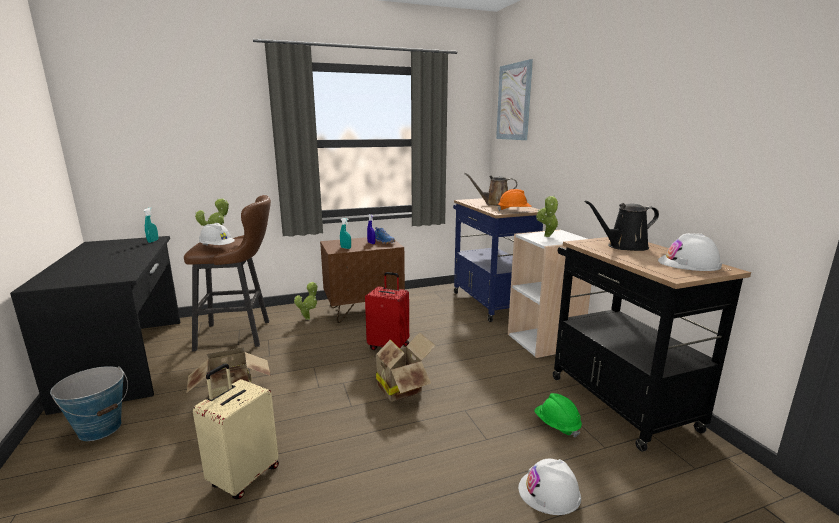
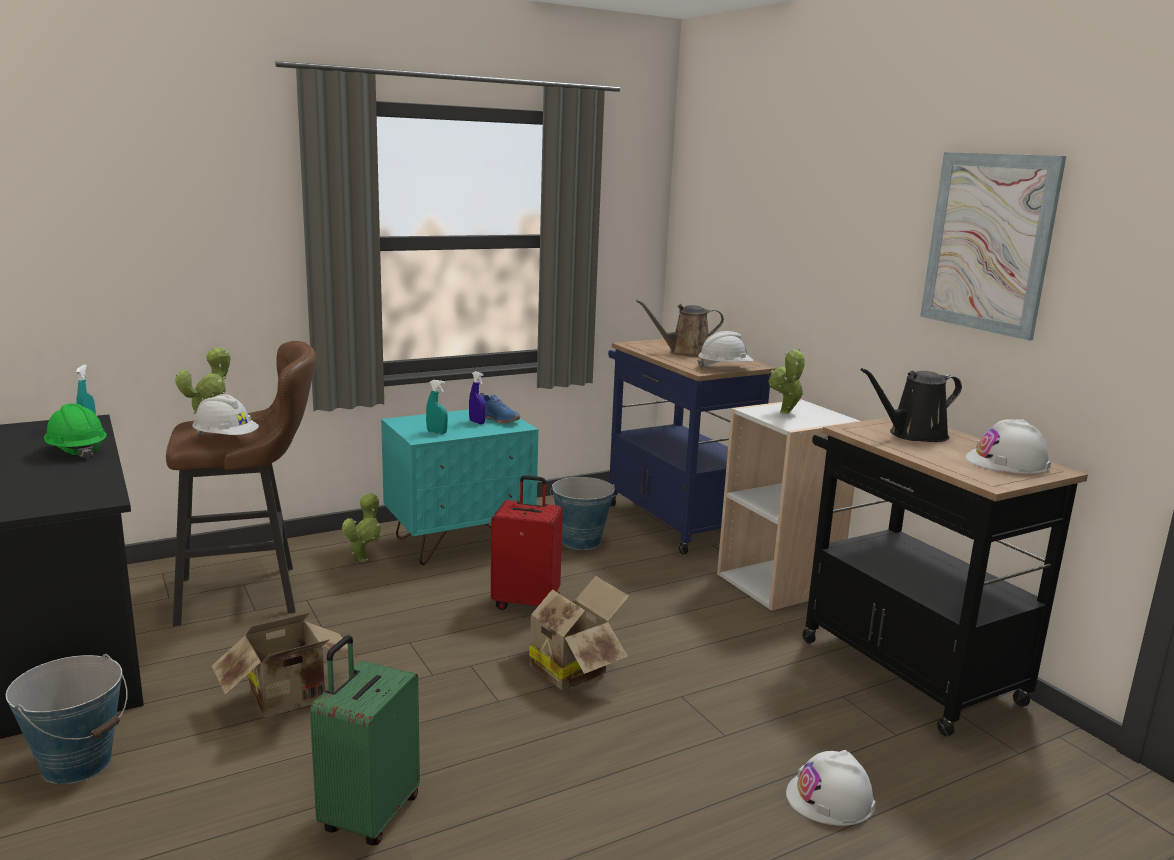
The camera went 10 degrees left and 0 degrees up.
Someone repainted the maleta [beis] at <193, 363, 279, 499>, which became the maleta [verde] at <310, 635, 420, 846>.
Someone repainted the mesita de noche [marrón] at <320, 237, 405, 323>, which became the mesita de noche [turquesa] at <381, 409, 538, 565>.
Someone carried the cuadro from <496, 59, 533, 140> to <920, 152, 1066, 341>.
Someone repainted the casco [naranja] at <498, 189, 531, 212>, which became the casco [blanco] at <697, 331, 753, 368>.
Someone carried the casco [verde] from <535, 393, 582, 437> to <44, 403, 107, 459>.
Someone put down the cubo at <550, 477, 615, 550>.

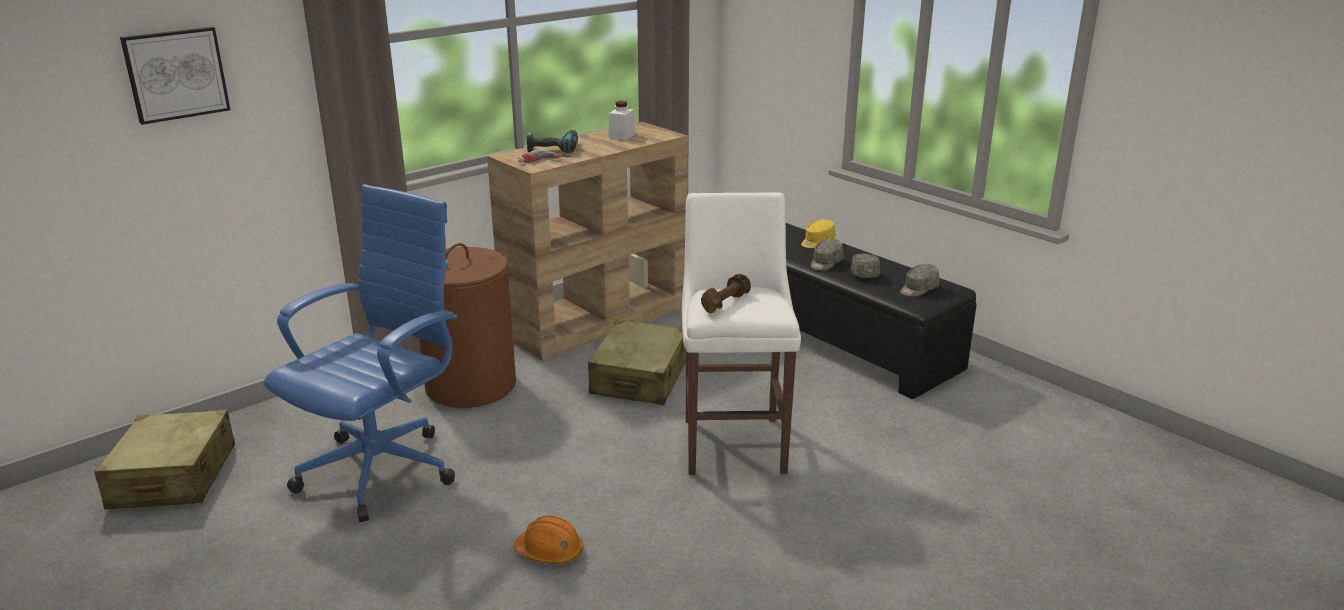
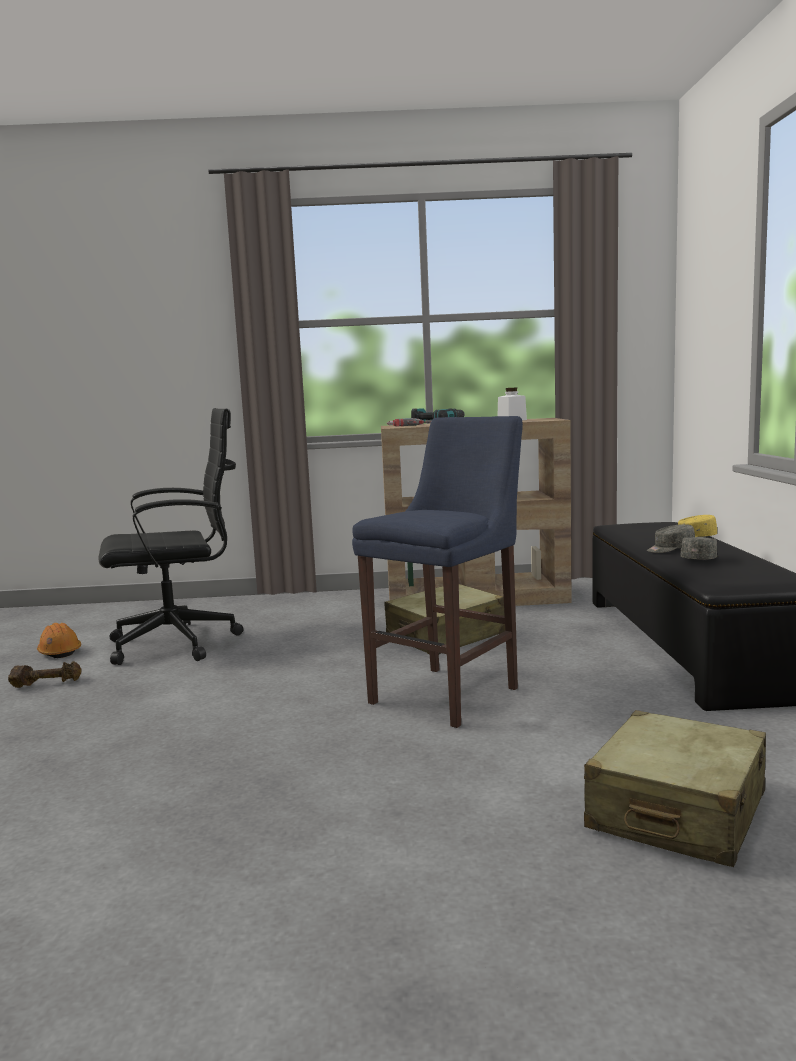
The camera went 40 degrees right and 15 degrees down.
Someone carried the maleta [beis] from <94, 410, 235, 509> to <584, 710, 766, 867>.
Someone took away the cuadro at <120, 27, 230, 125>.
Someone repainted the silla de oficina [azul] at <264, 184, 457, 522>, which became the silla de oficina [negro] at <99, 408, 243, 665>.
Someone took away the cesto de la ropa [marrón] at <419, 243, 516, 408>.
Someone carried the casco [naranja] from <514, 515, 583, 564> to <37, 623, 81, 658>.
Someone repainted the taburete [blanco] at <682, 192, 801, 475>, which became the taburete [azul] at <352, 416, 523, 728>.
Someone carried the mancuerna [marrón] from <701, 274, 751, 313> to <8, 661, 82, 688>.
Someone took away the gorra [gris] at <900, 264, 940, 297>.

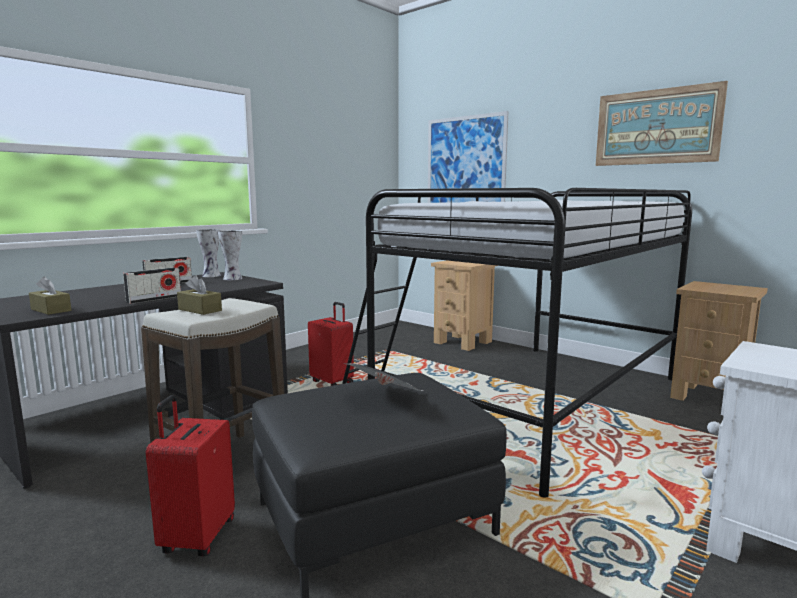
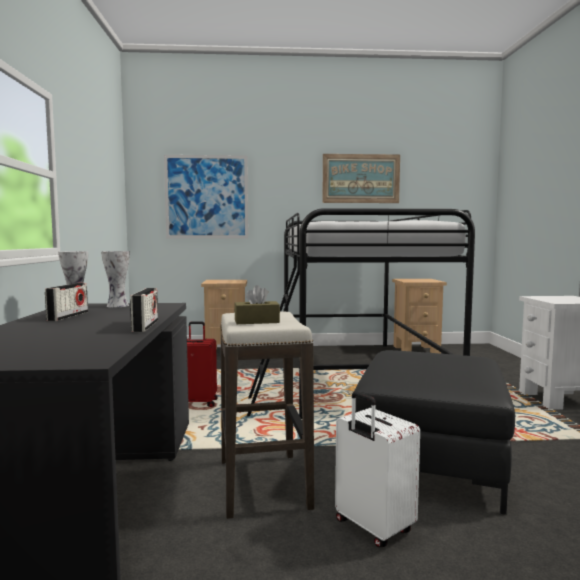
The camera went 45 degrees left and 5 degrees down.
Someone took away the caja de pañuelos [marrón] at <29, 276, 71, 315>.
Someone repainted the maleta [rojo] at <146, 395, 235, 556>, which became the maleta [blanco] at <335, 391, 420, 547>.
Someone took away the periódico at <347, 363, 424, 391>.

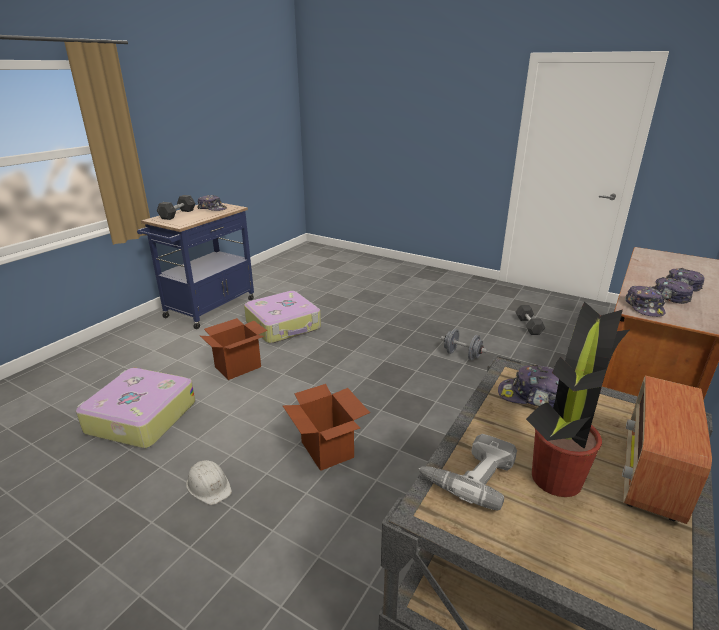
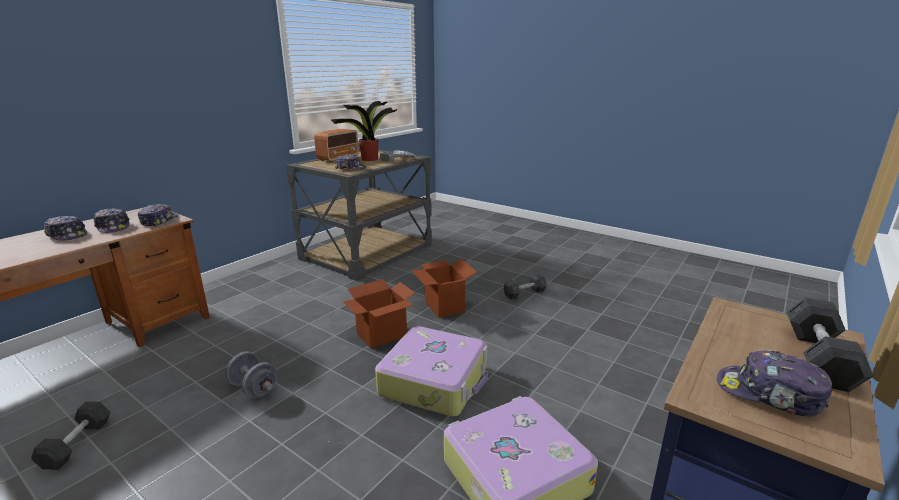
The camera went 175 degrees left and 5 degrees down.
Someone carried the maleta from <76, 368, 195, 448> to <375, 326, 488, 416>.
Someone swapped the casco [blanco] at <186, 460, 232, 505> for the mancuerna [gris] at <503, 274, 547, 299>.
Someone carried the caja de cartón from <200, 318, 267, 380> to <343, 279, 415, 349>.

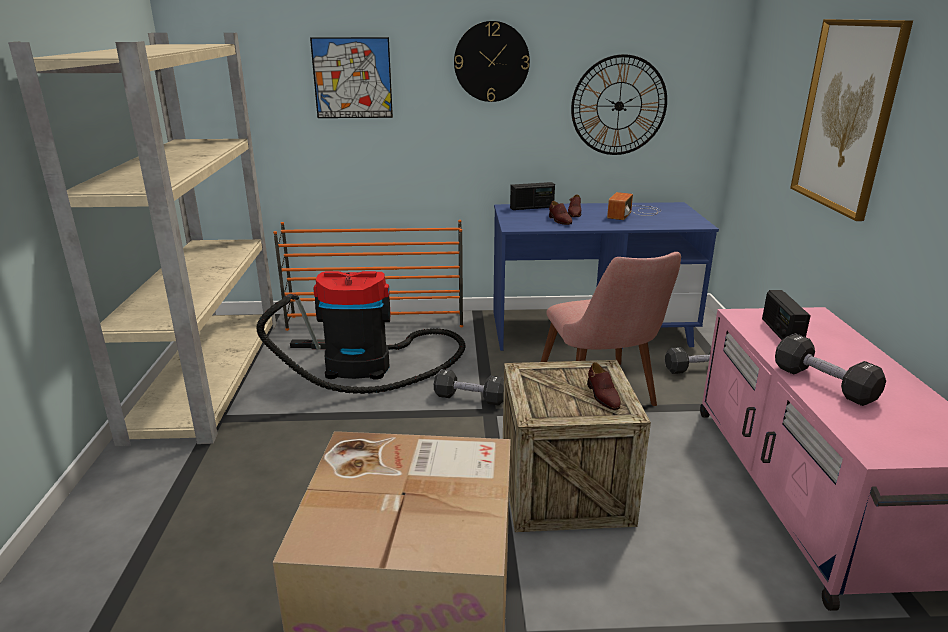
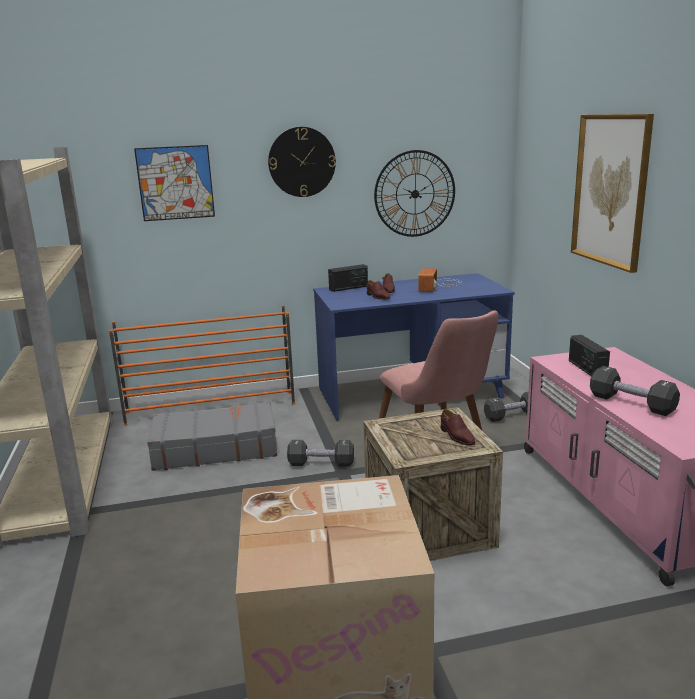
The camera went 10 degrees left and 5 degrees down.
Someone swapped the aspiradora at <257, 271, 466, 394> for the maleta [gris] at <147, 402, 277, 471>.

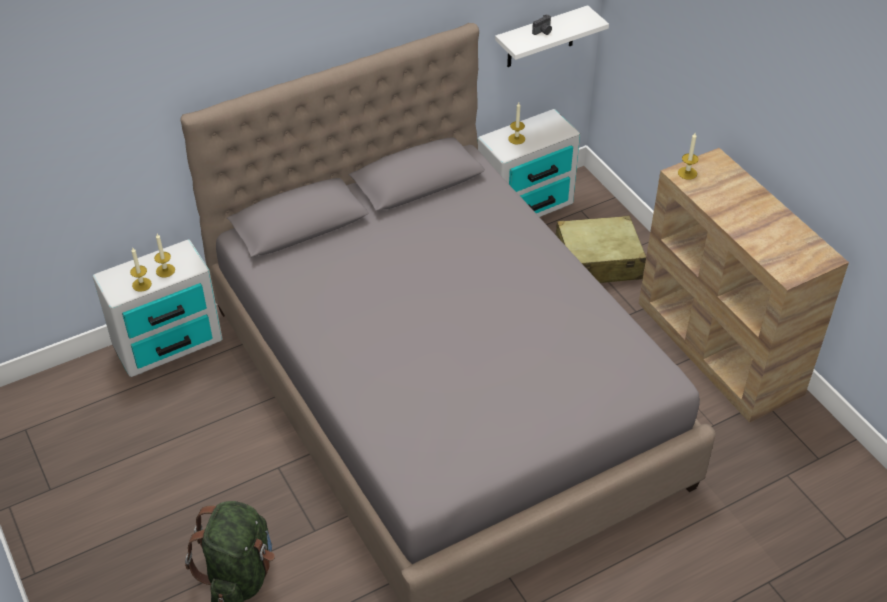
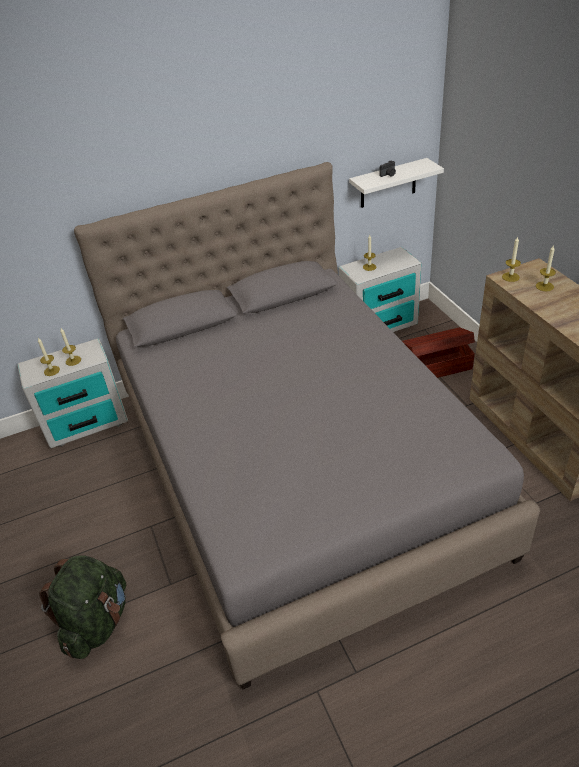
The camera went 10 degrees right and 5 degrees down.
Someone swapped the maleta [beis] at <556, 216, 646, 283> for the caja de almacenaje [marrón] at <402, 327, 475, 378>.
Someone put down the vela at <536, 246, 556, 291>.

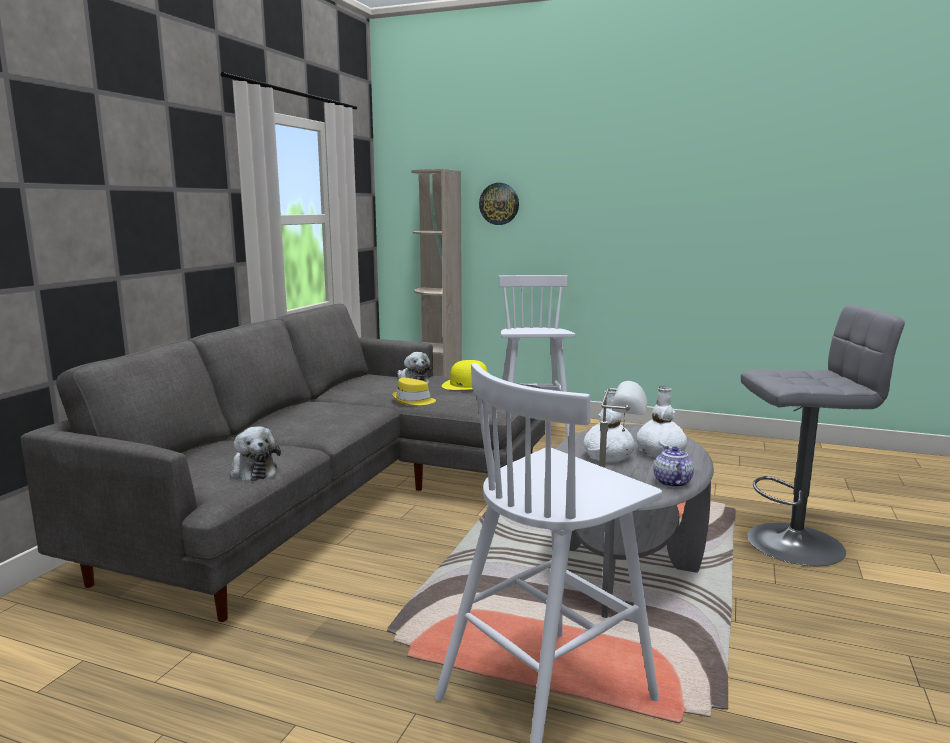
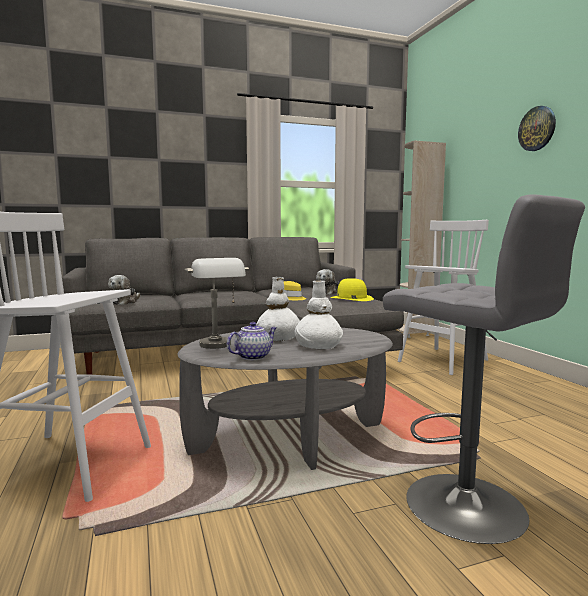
The camera went 50 degrees right and 5 degrees down.
Someone carried the reloj de pared from <479, 183, 519, 225> to <518, 106, 556, 151>.

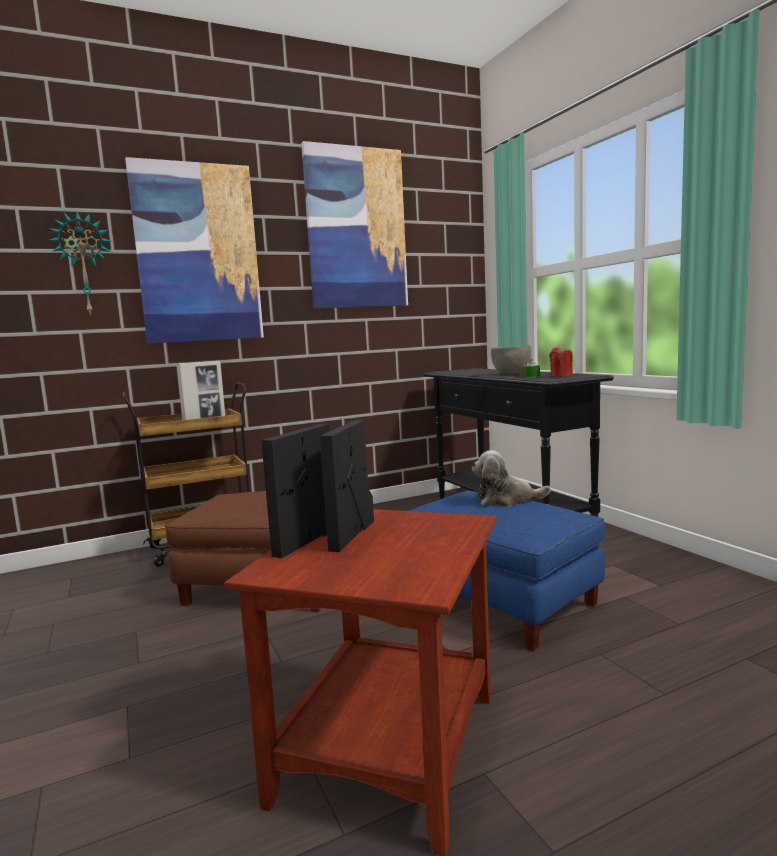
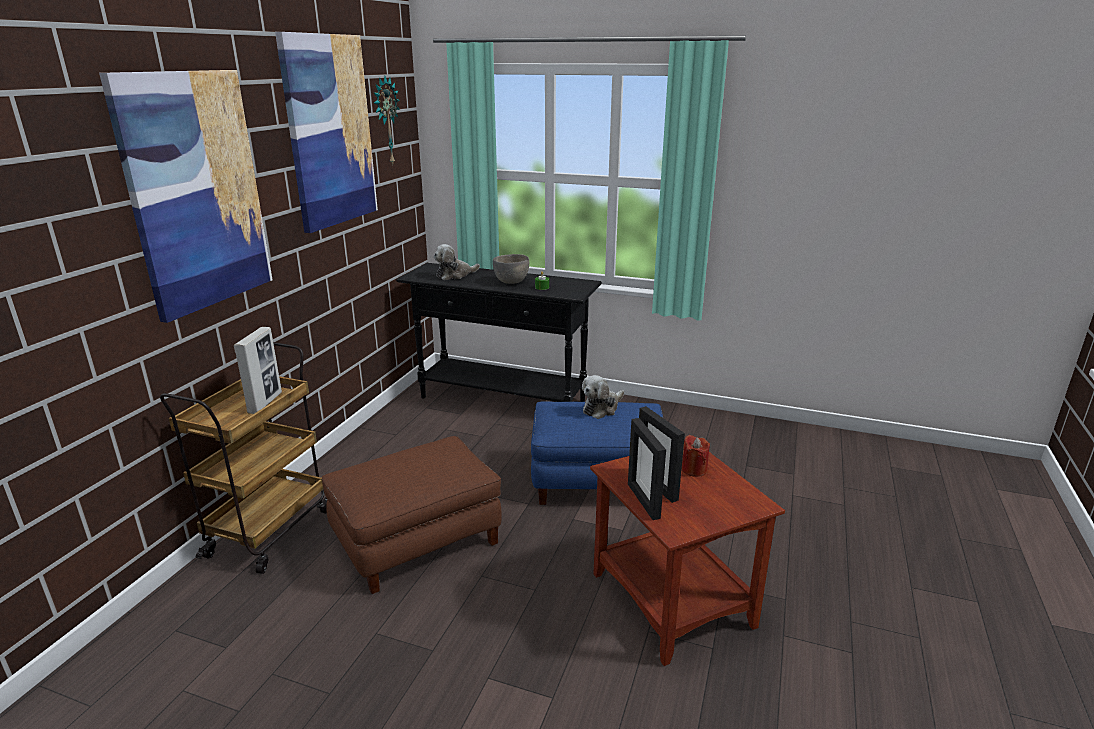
The camera went 45 degrees left and 15 degrees up.
Someone carried the reloj de pared from <49, 211, 111, 315> to <373, 76, 400, 165>.
Someone carried the vela [rojo] from <549, 346, 573, 377> to <682, 435, 710, 477>.
Someone put down the peluche at <434, 244, 480, 280>.

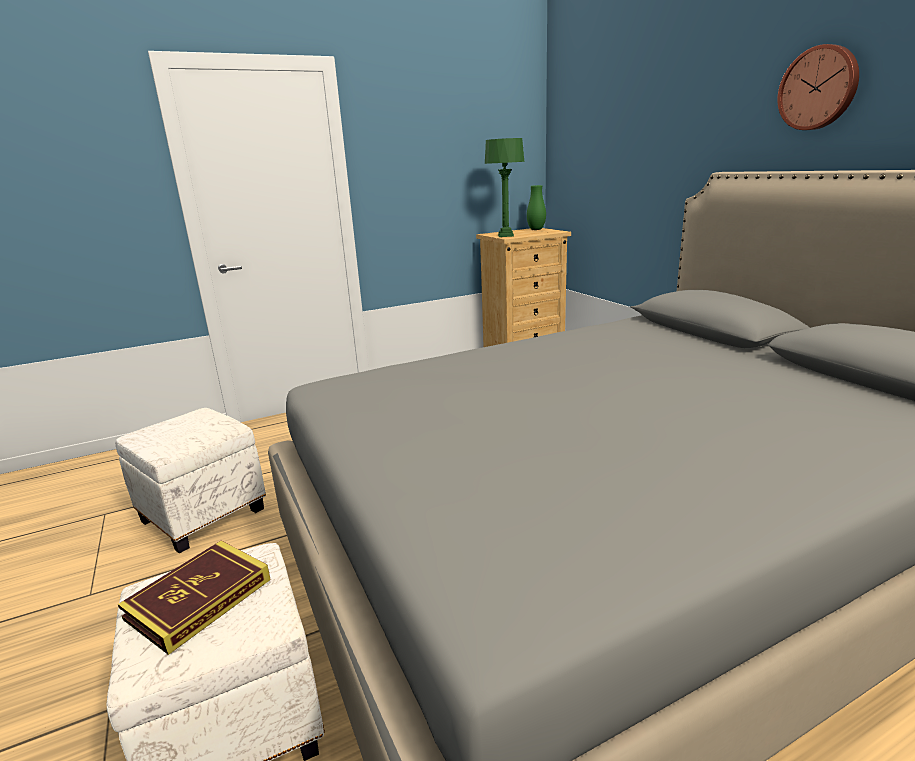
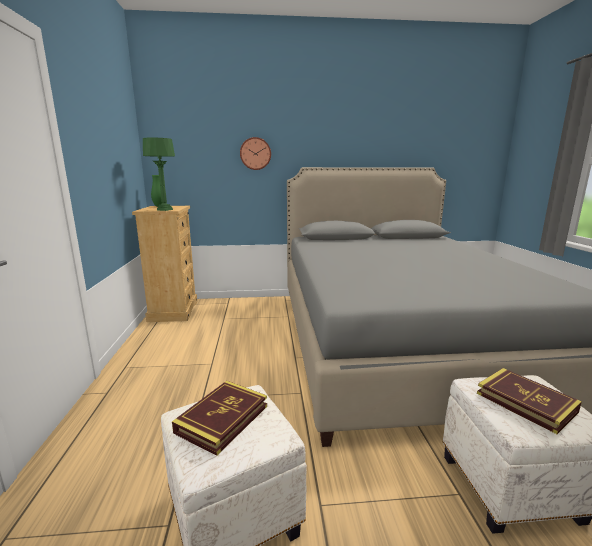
The camera went 70 degrees left and 5 degrees down.
Someone carried the reloj de pared from <777, 44, 859, 130> to <240, 137, 271, 170>.
Someone put down the libro at <172, 381, 267, 456>.

